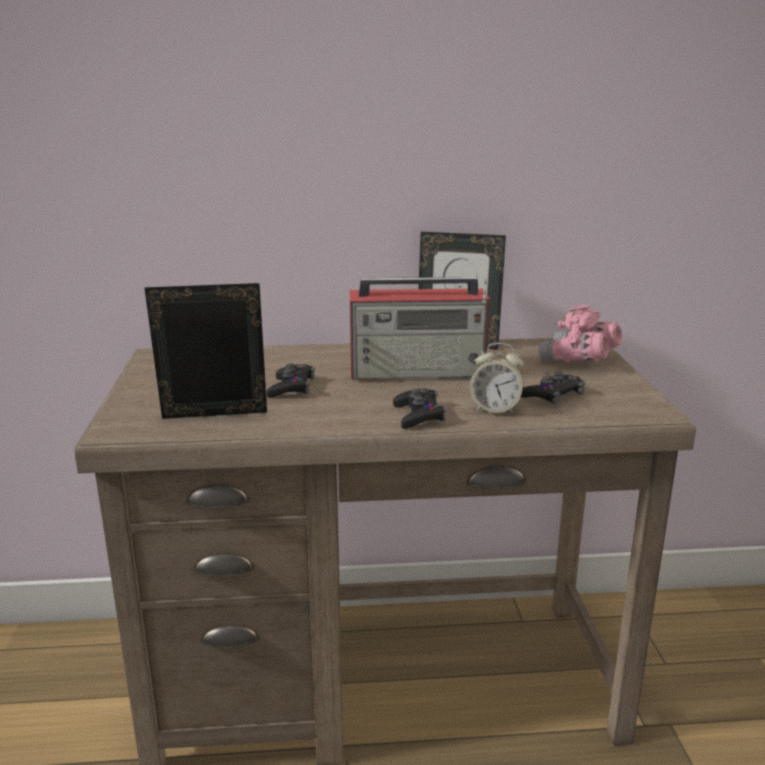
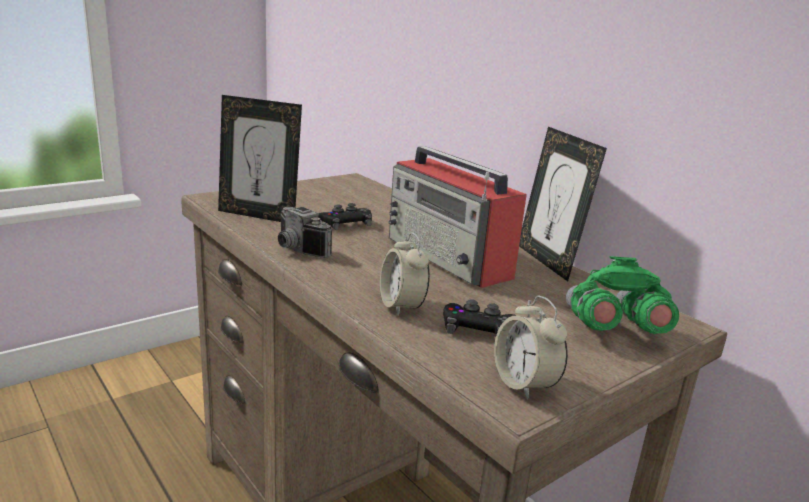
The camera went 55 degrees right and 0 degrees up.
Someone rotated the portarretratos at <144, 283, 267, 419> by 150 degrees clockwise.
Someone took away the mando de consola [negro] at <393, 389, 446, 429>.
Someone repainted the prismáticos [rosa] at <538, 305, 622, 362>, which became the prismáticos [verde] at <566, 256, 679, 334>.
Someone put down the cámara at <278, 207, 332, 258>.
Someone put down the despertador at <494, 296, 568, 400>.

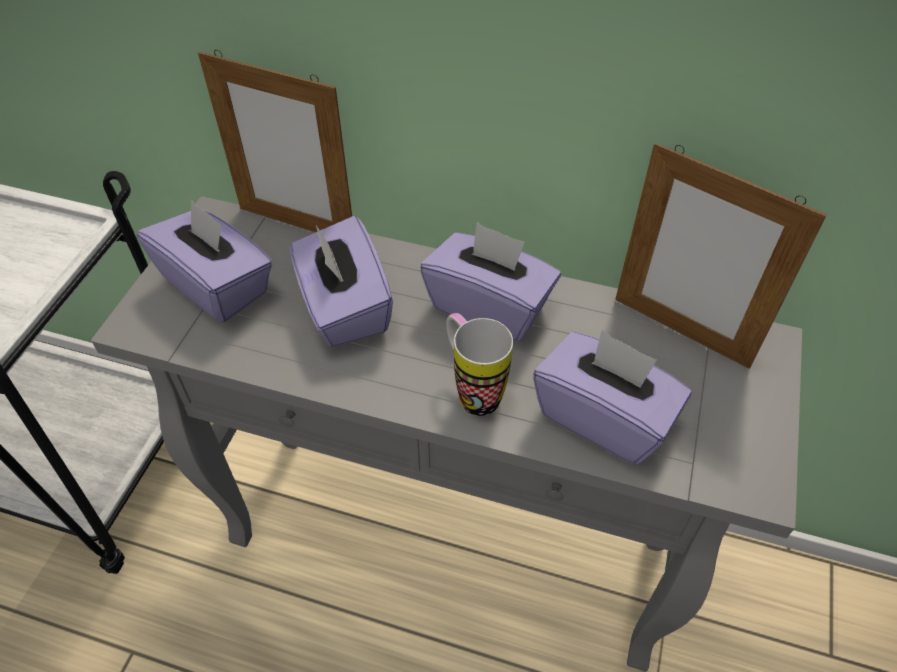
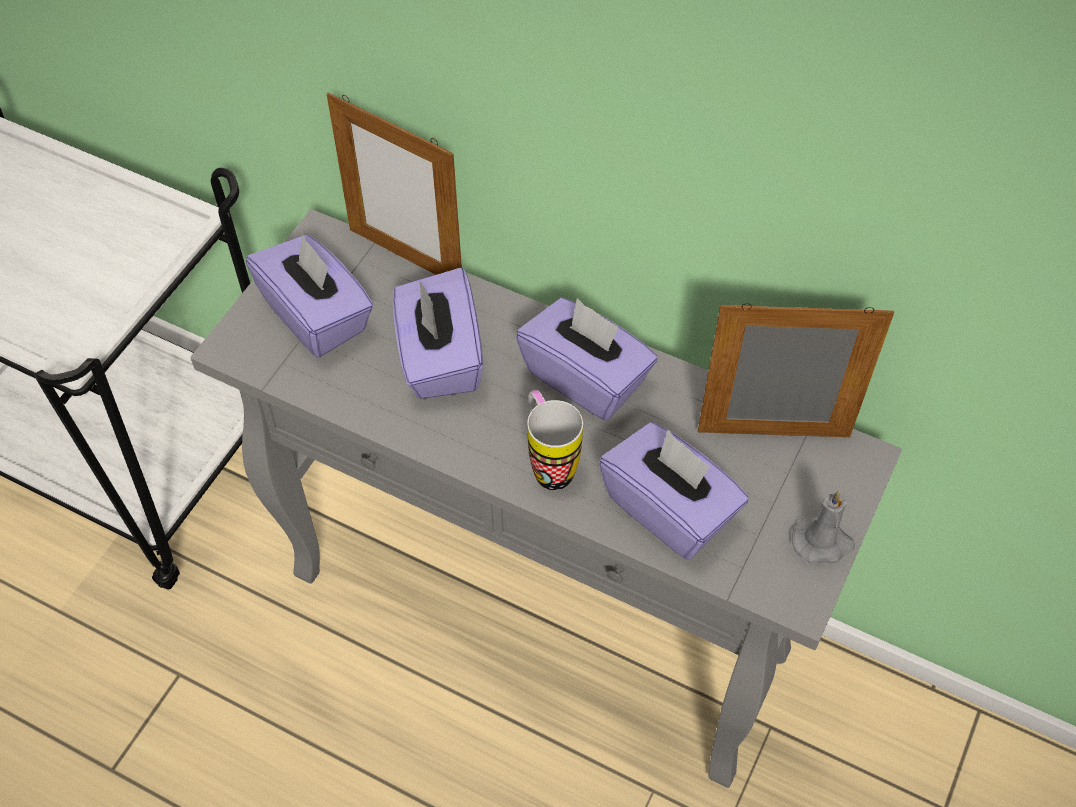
The camera went 10 degrees right and 5 degrees up.
Someone rotated the portarretratos at <615, 143, 826, 369> by 135 degrees clockwise.
Someone put down the vela [gris] at <792, 490, 855, 563>.

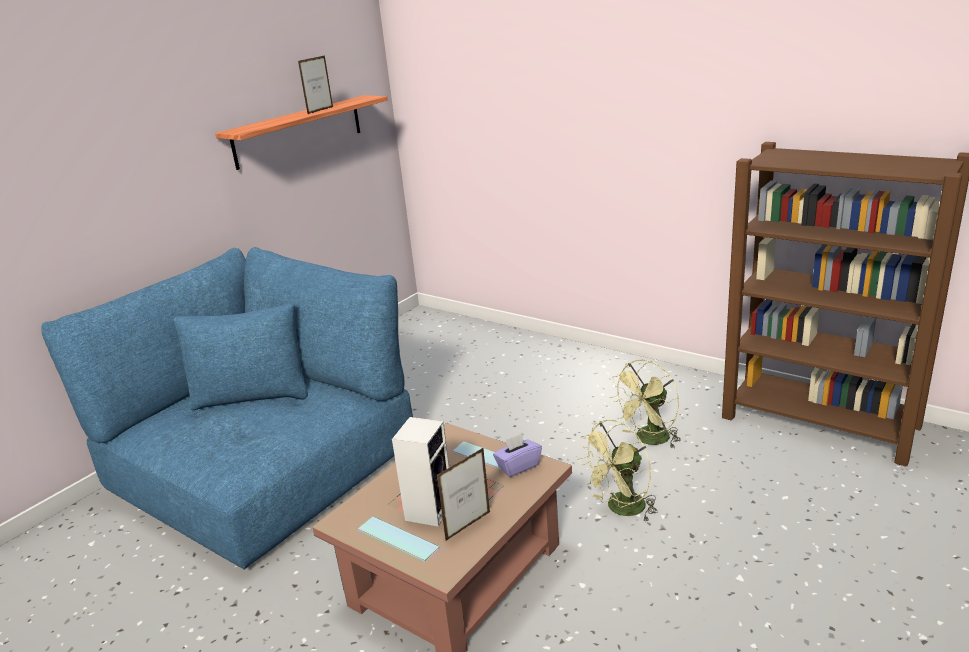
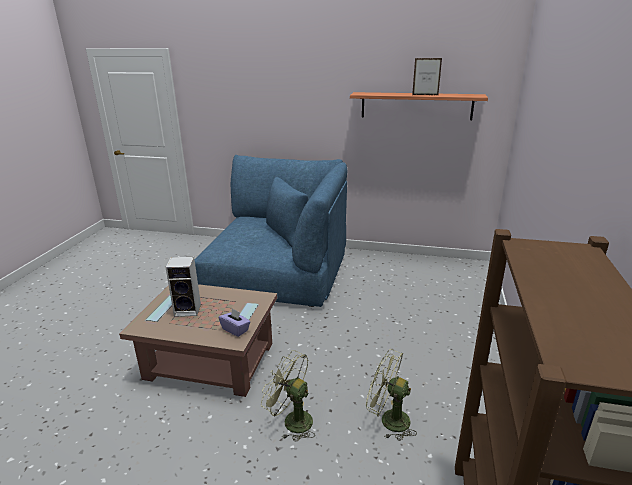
The camera went 65 degrees right and 0 degrees up.
Someone took away the portarretratos at <437, 447, 490, 541>.

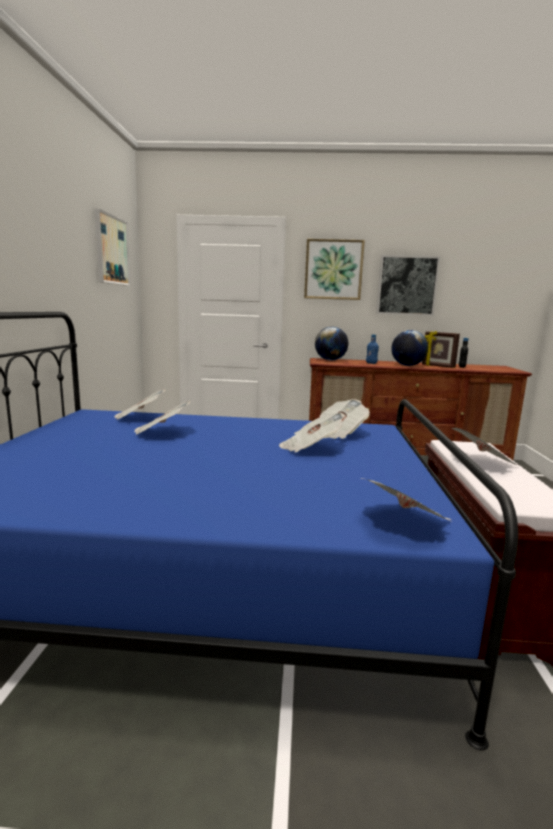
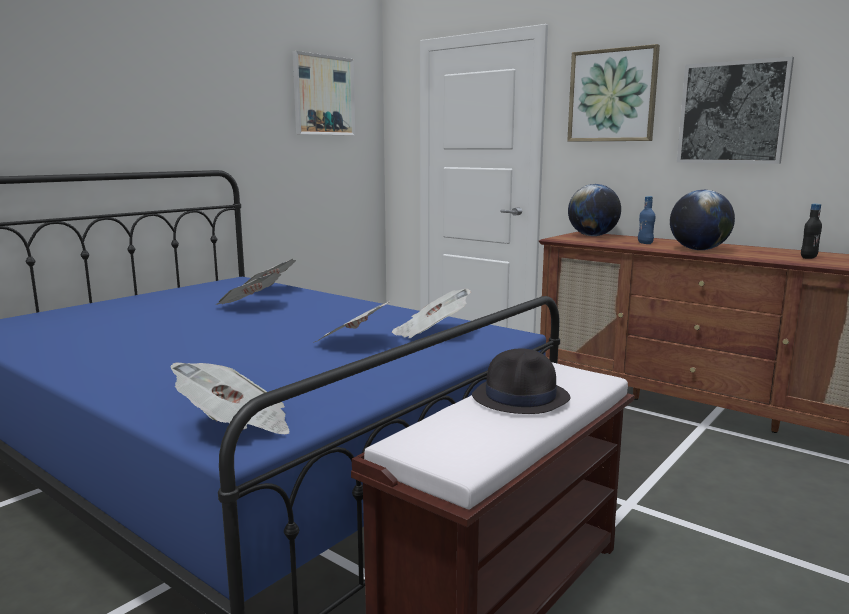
The camera went 35 degrees right and 0 degrees up.
Someone took away the portarretratos at <422, 331, 460, 368>.
Someone swapped the periódico at <451, 427, 518, 465> for the sombrero [negro] at <472, 348, 570, 414>.

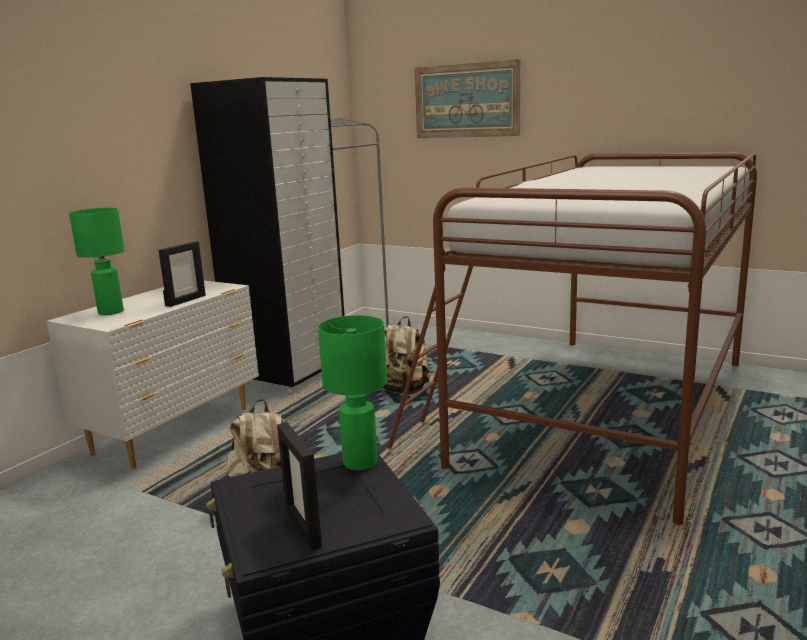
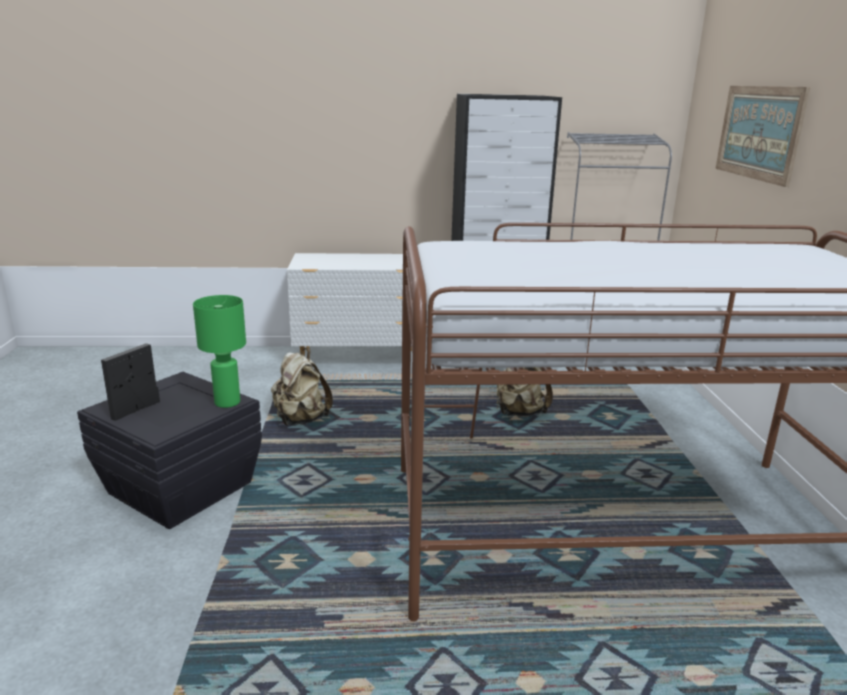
The camera went 55 degrees right and 5 degrees up.
Someone took away the lámpara de mesa [verde] at <69, 208, 125, 315>.
Someone took away the portarretratos at <158, 241, 206, 307>.

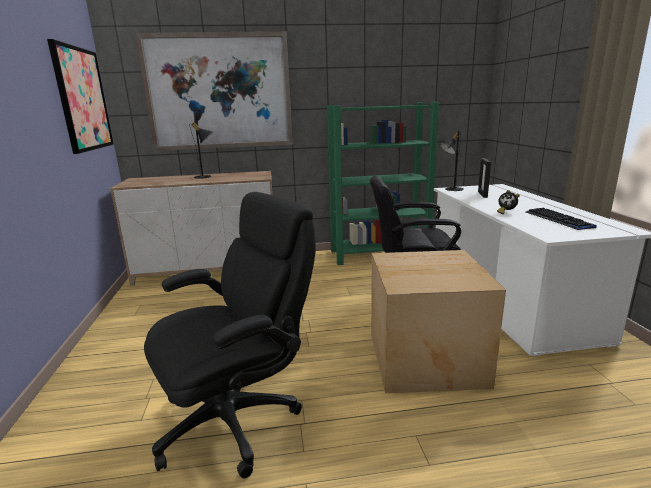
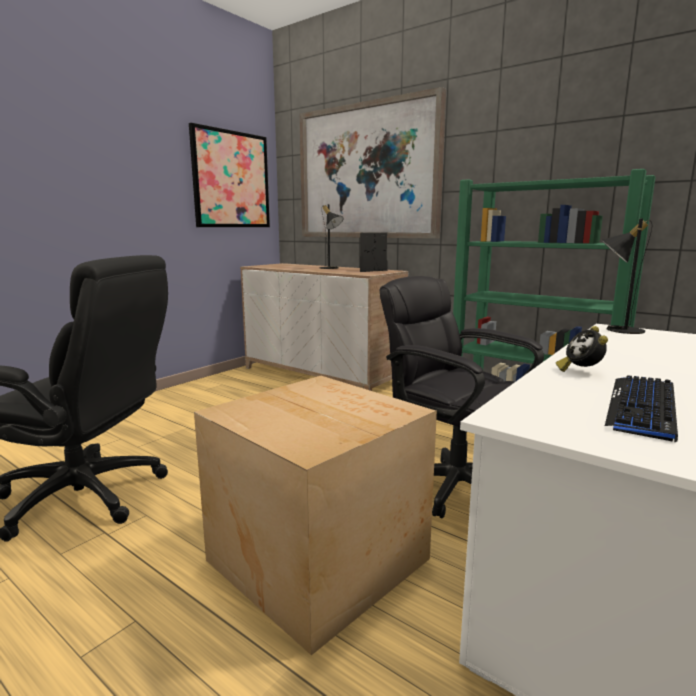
The camera went 45 degrees right and 5 degrees down.
Someone carried the portarretratos from <478, 158, 491, 198> to <360, 233, 388, 272>.

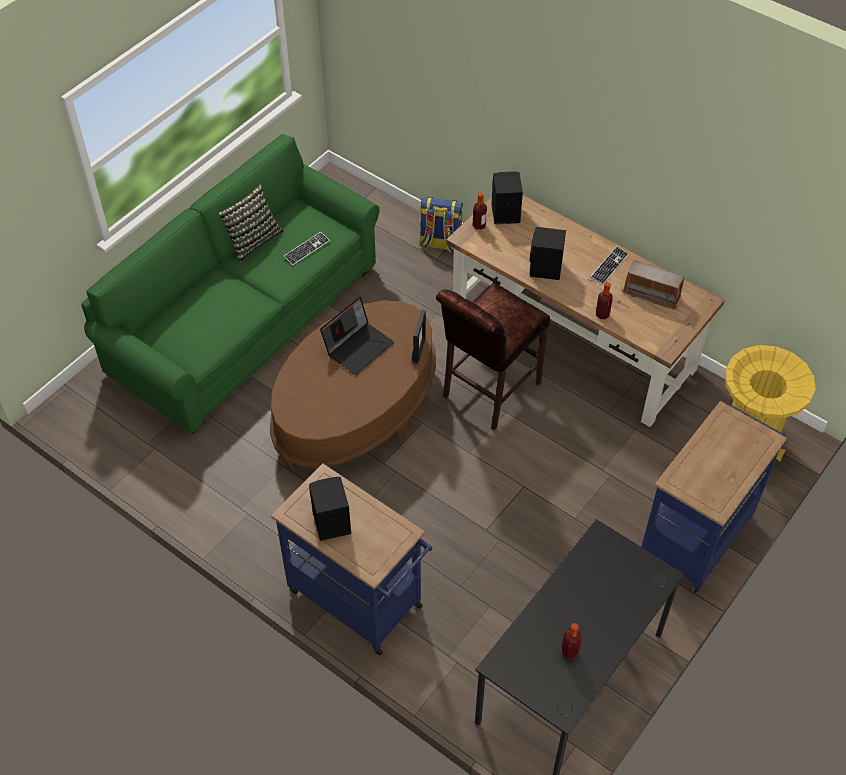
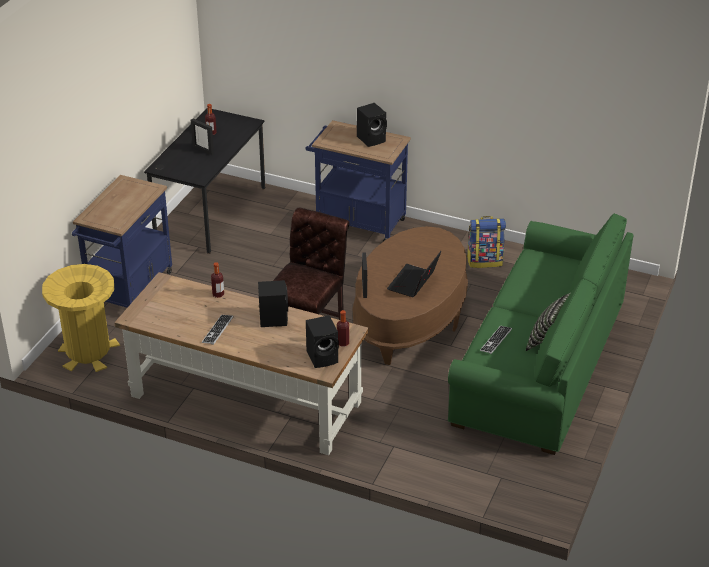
The camera went 165 degrees right and 15 degrees down.
Someone carried the mochila from <419, 197, 463, 252> to <467, 216, 506, 268>.
Someone took away the radio at <622, 260, 687, 310>.
Someone put down the portarretratos at <191, 119, 214, 155>.

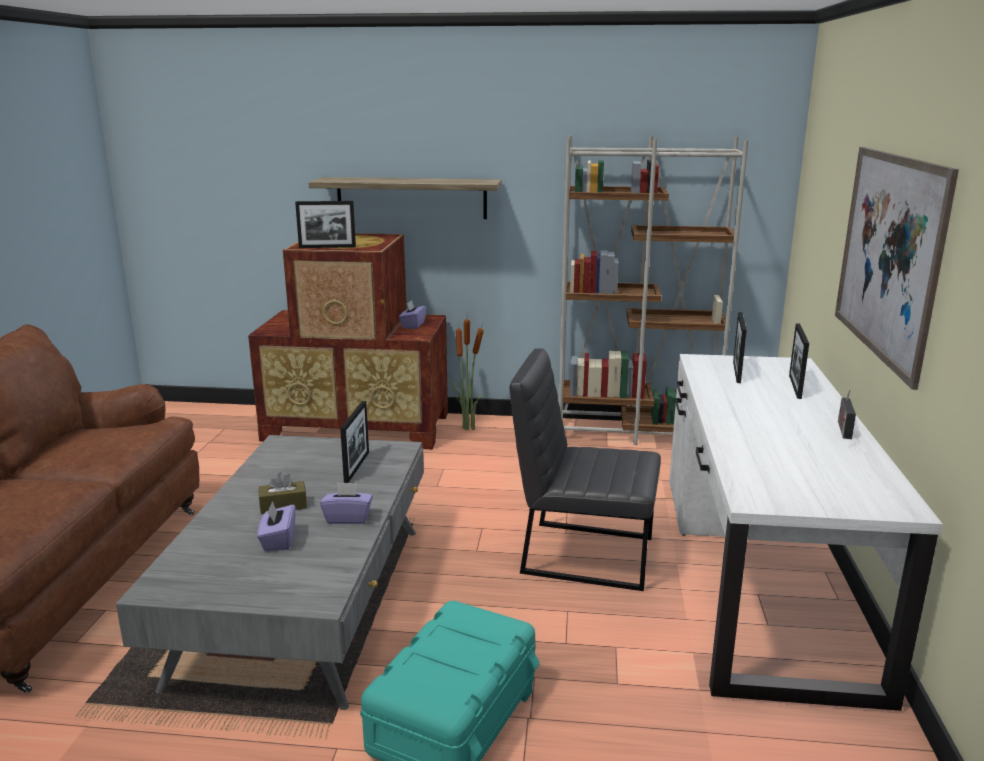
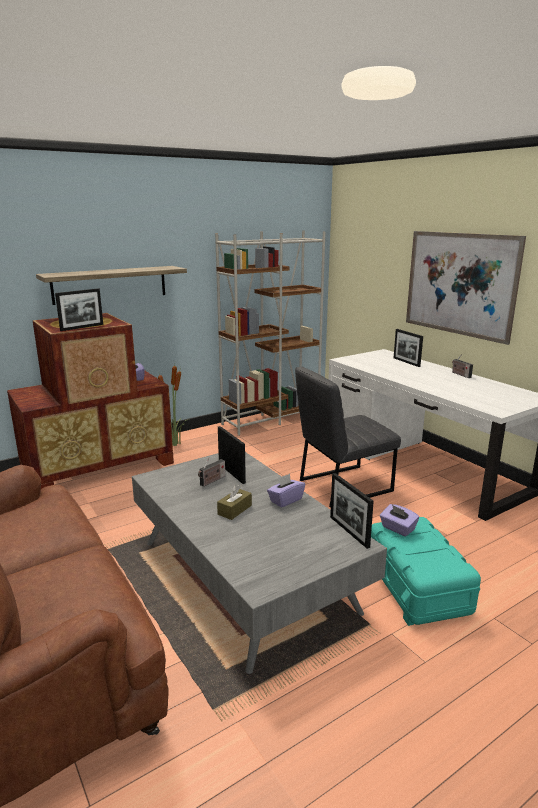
The camera went 40 degrees left and 0 degrees up.
Someone carried the caja de pañuelos [morado] from <257, 501, 295, 551> to <380, 504, 419, 536>.
Someone carried the portarretratos from <733, 312, 747, 383> to <330, 473, 374, 549>.
Someone put down the radio at <198, 457, 225, 487>.

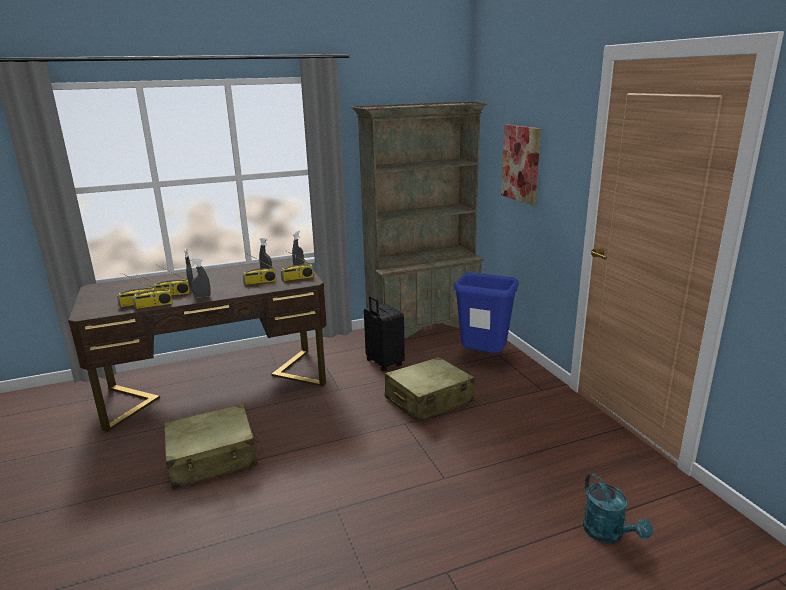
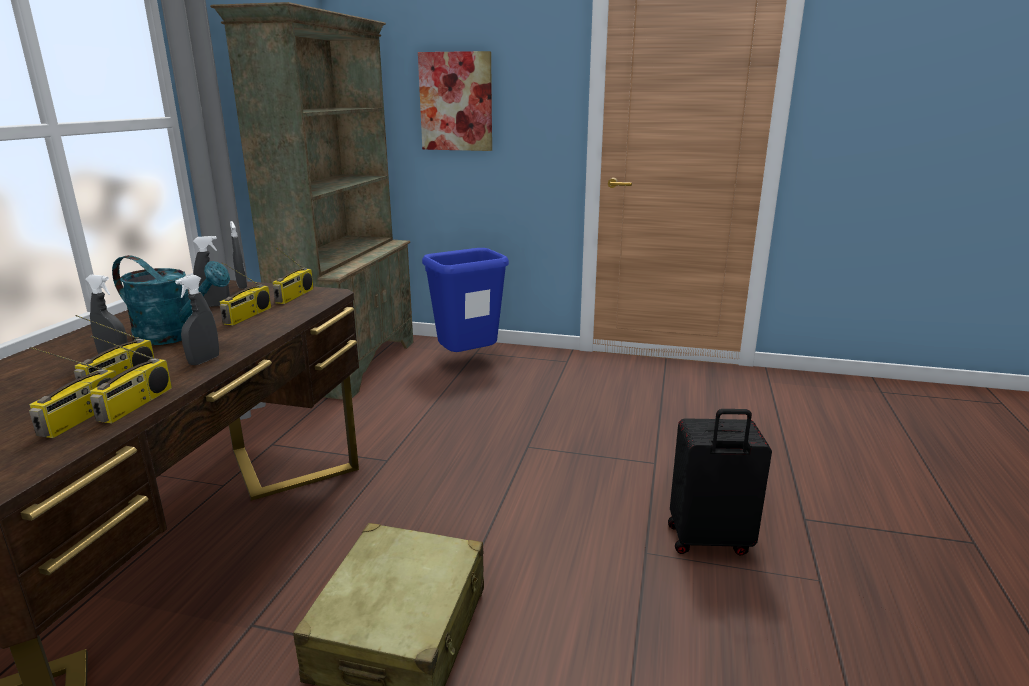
The camera went 55 degrees left and 0 degrees up.
Someone carried the maleta [negro] from <364, 296, 405, 371> to <668, 409, 772, 556>.
Someone took away the maleta [beis] at <385, 357, 475, 422>.
Someone carried the regadera [turquesa] from <583, 473, 653, 544> to <112, 255, 230, 345>.

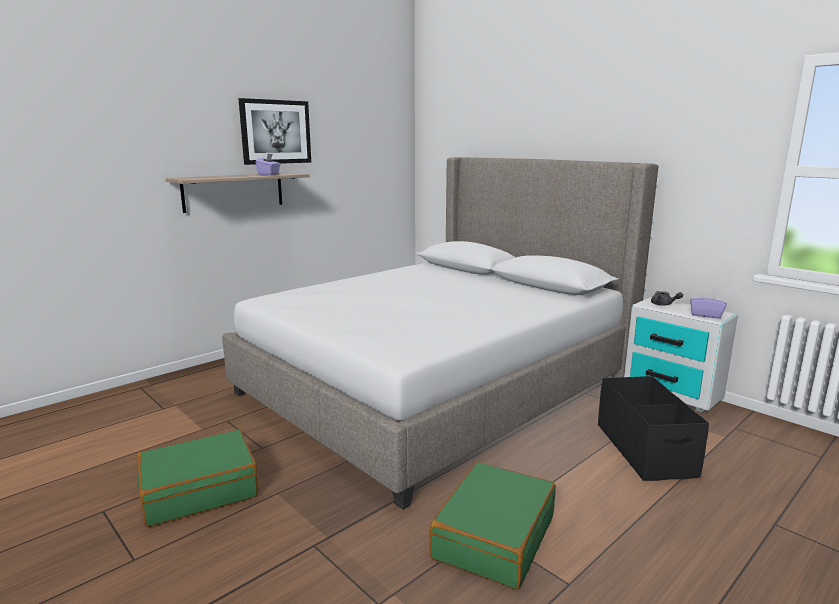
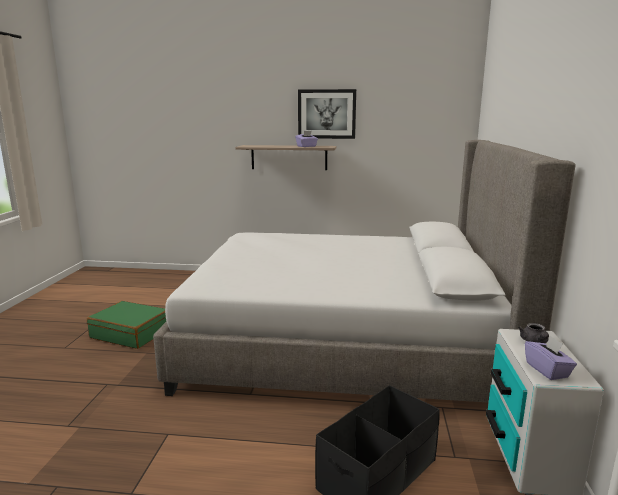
The camera went 50 degrees right and 0 degrees up.
Someone took away the maleta [verde] at <430, 462, 556, 590>.

